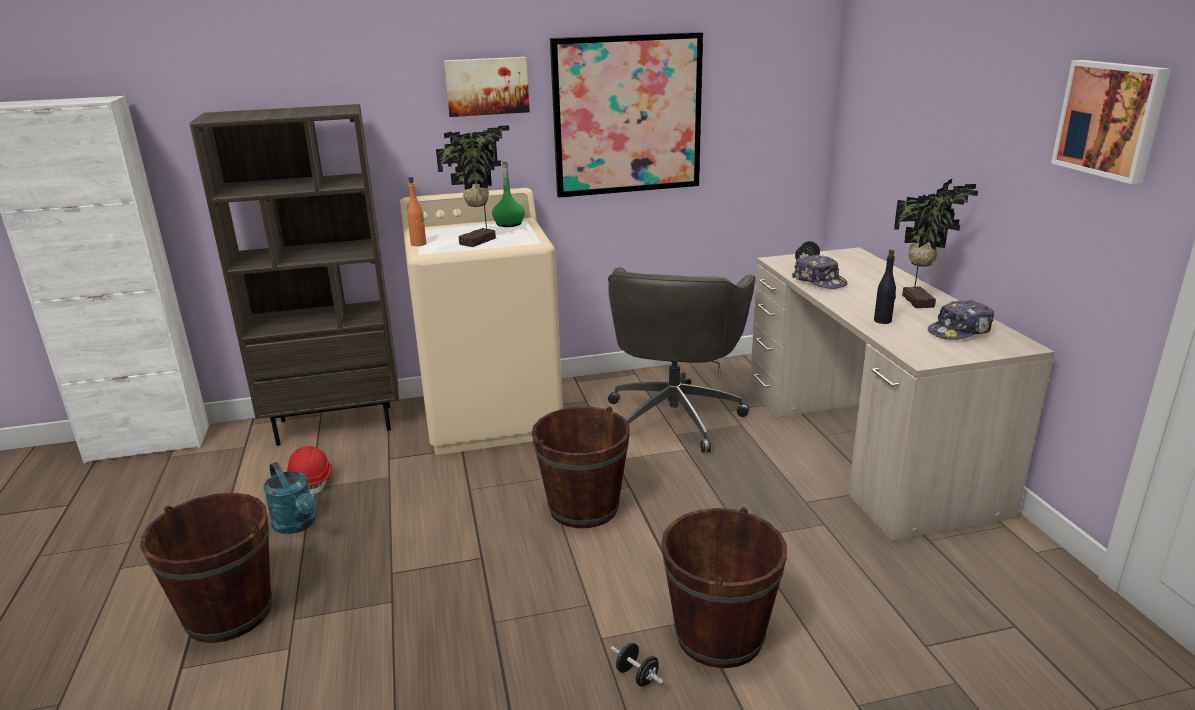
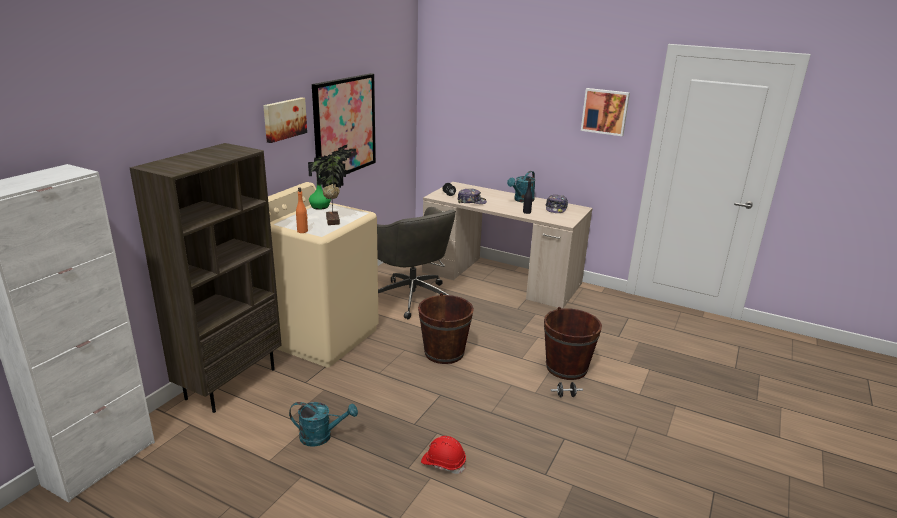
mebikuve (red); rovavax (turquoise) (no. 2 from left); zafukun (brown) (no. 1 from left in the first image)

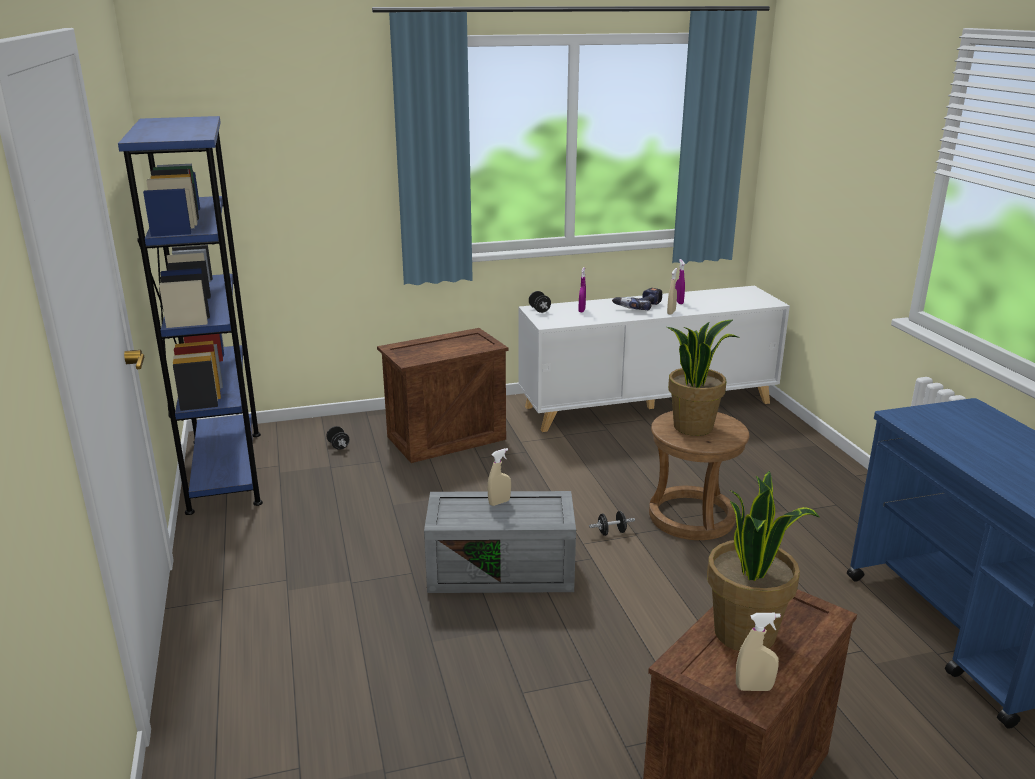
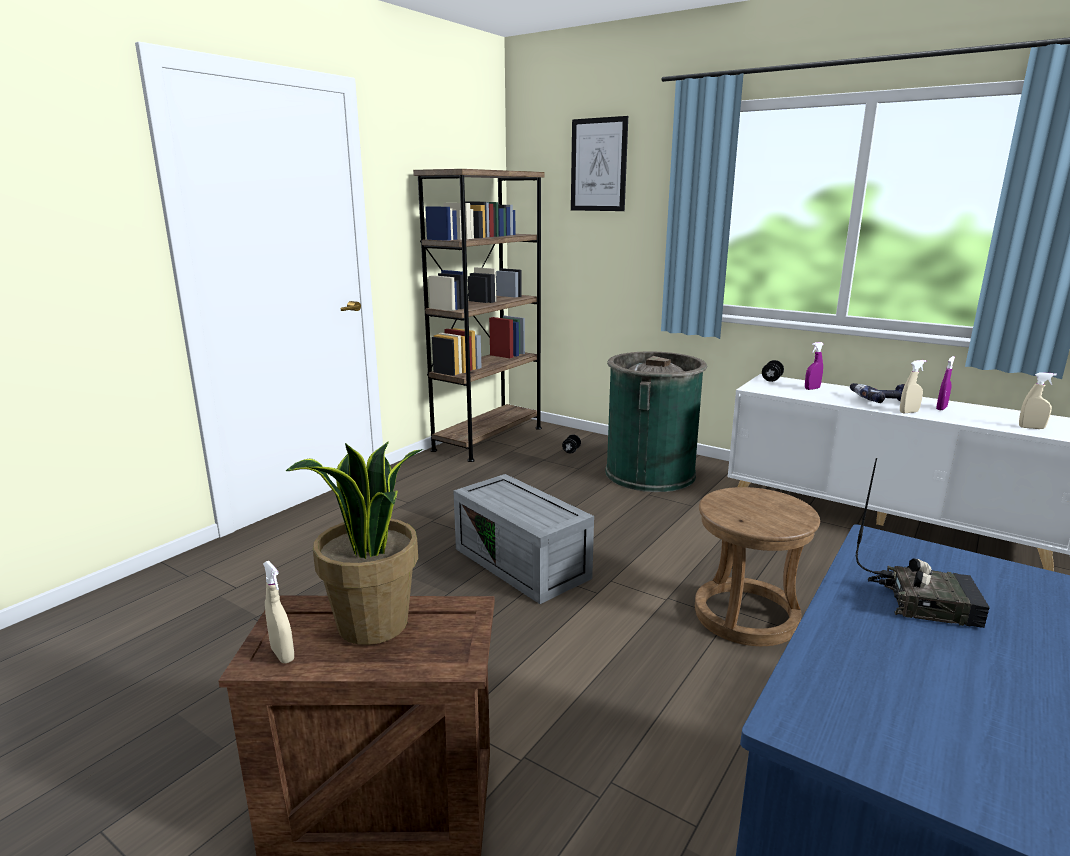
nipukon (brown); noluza; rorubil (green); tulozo; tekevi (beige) (no. 3 from left); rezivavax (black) (no. 3 from left in the first image); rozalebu (no. 1 from left in the first image)

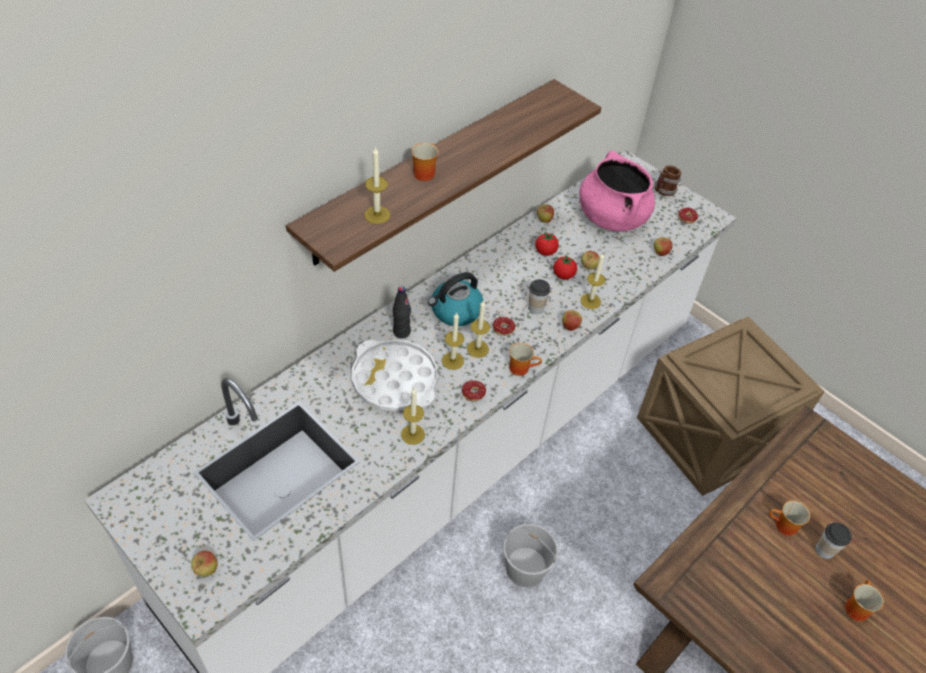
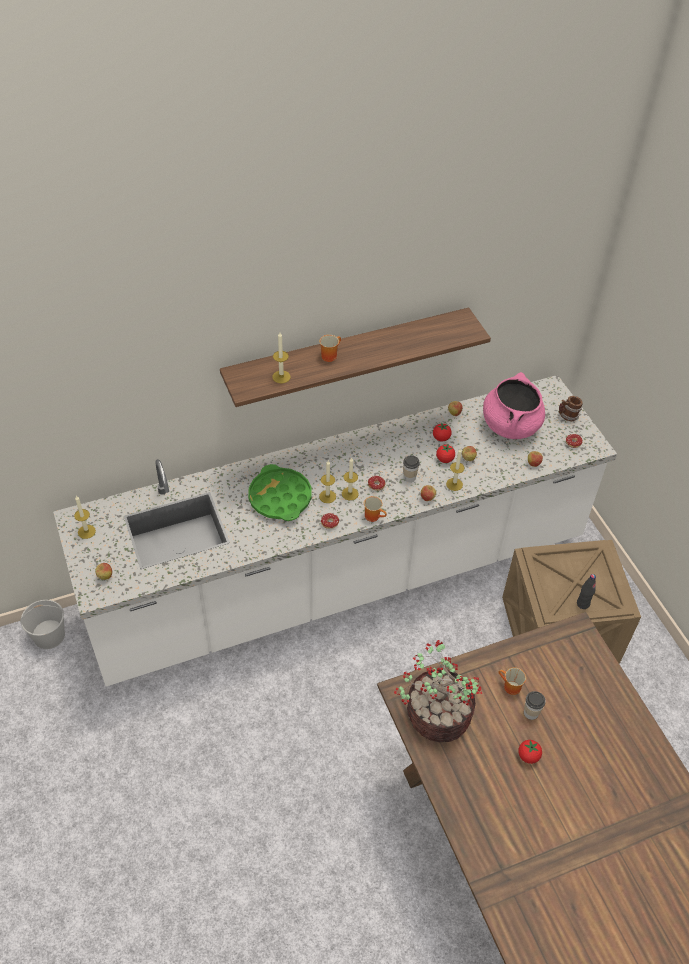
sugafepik (no. 1 from left); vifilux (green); rozalebu; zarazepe (no. 3 from left); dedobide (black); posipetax; zafukun (white) (no. 2 from left in the first image)

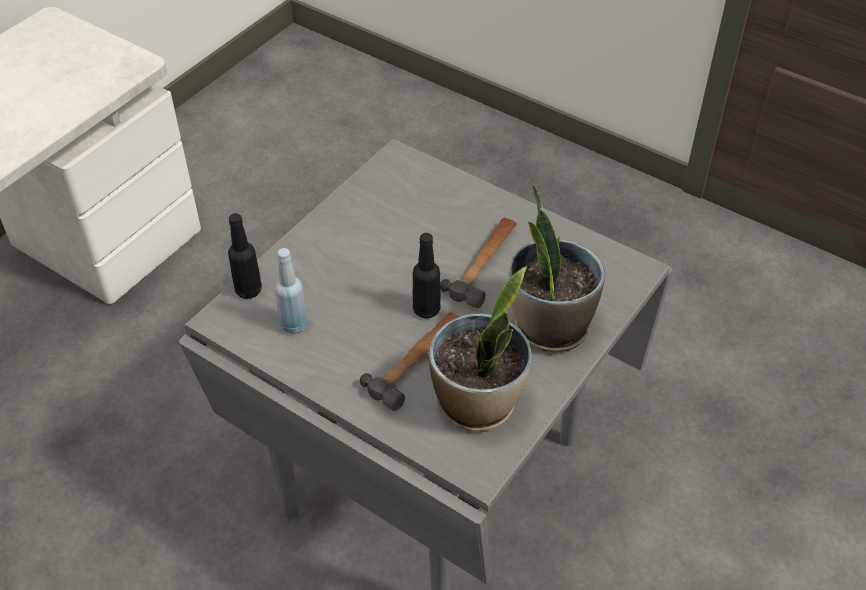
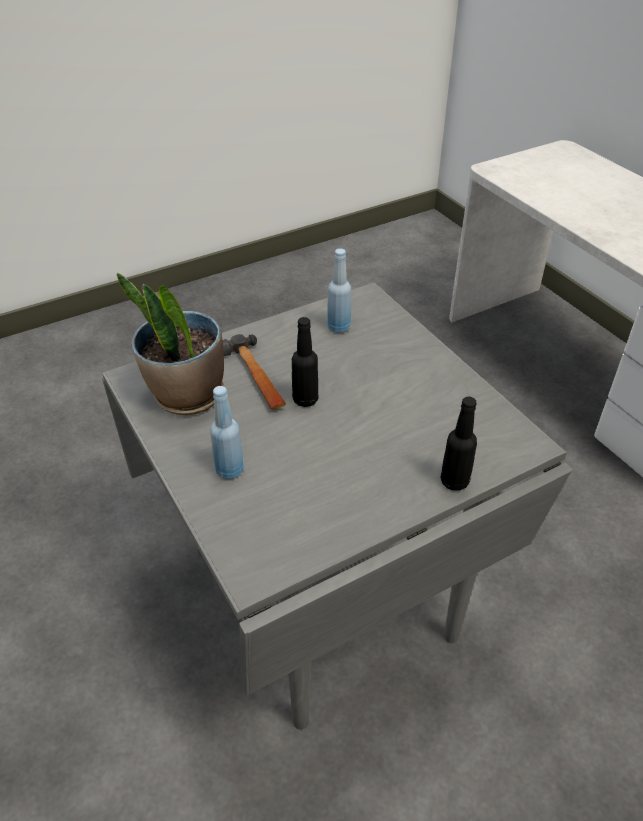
dedobide (blue) (no. 1 from left); dedobide (black) (no. 2 from left); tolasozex (no. 2 from left in the first image)

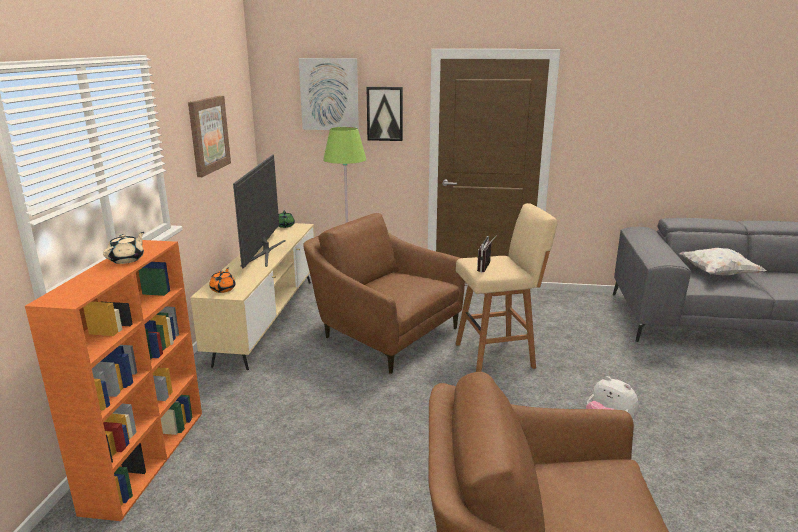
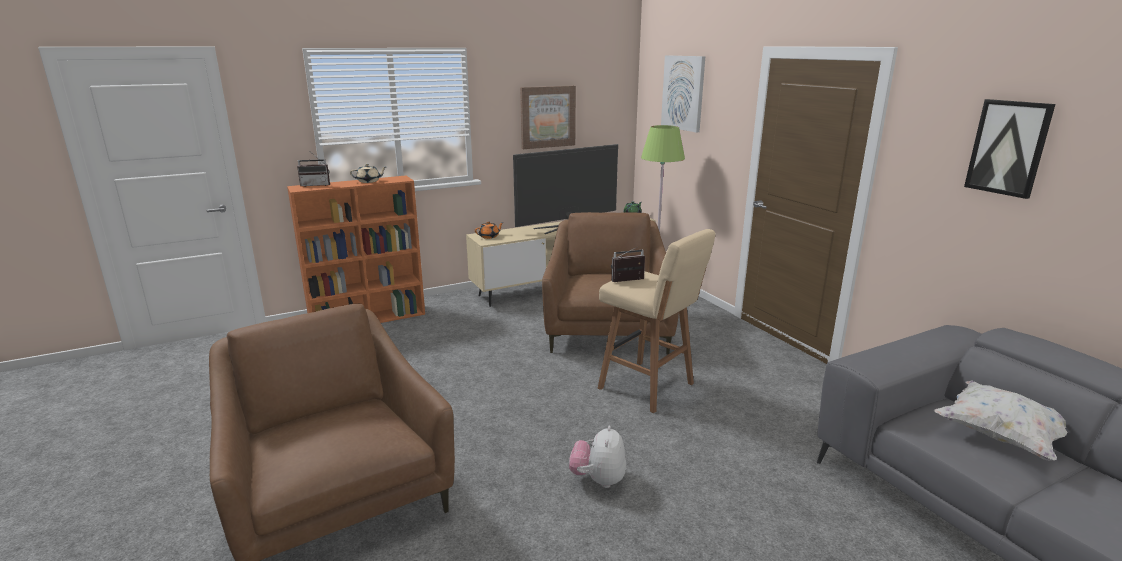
tulozo (no. 1 from left); noluza (no. 3 from left)

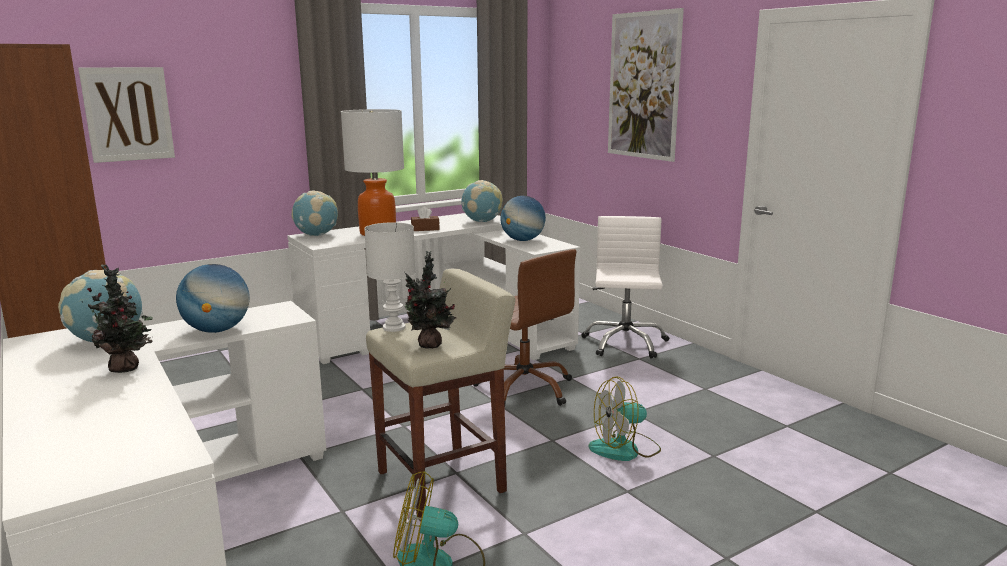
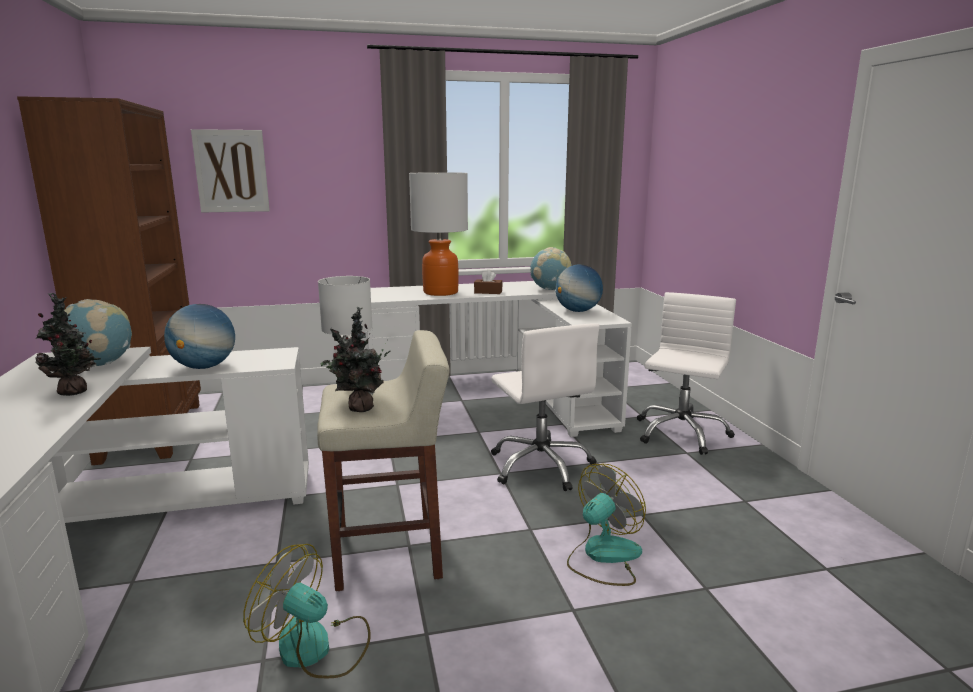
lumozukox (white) (no. 1 from left); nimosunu (no. 2 from left); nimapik (no. 3 from left in the first image); noluza (no. 2 from left in the first image)

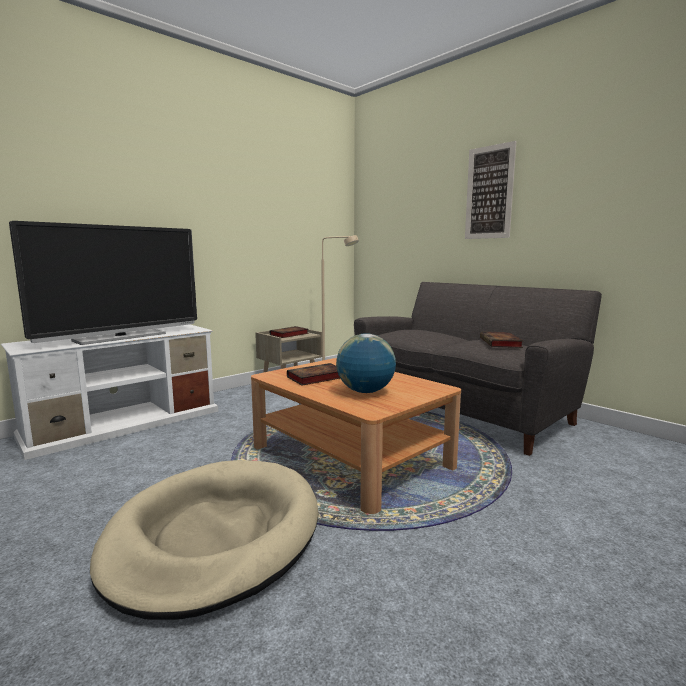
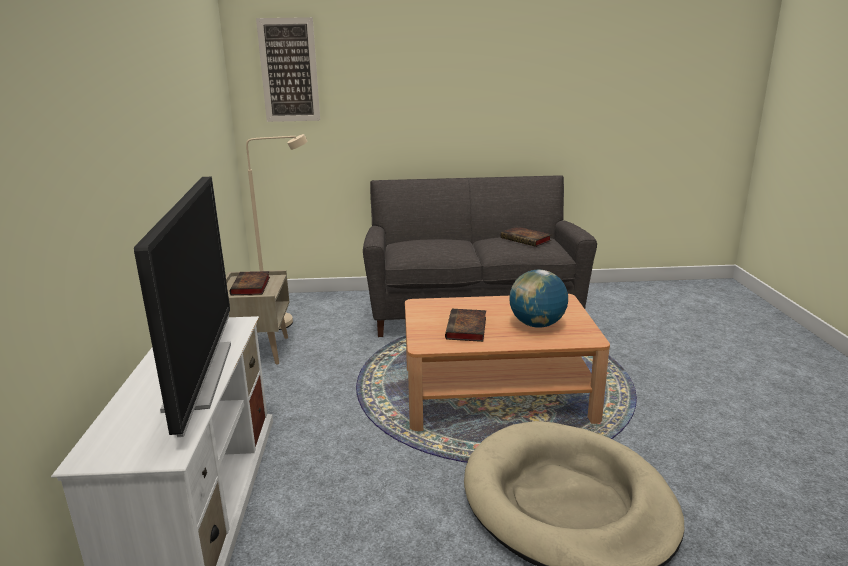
noluza

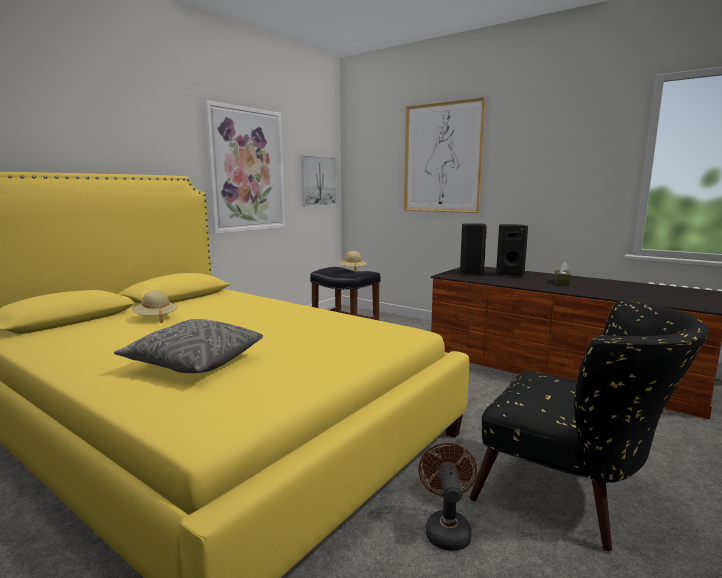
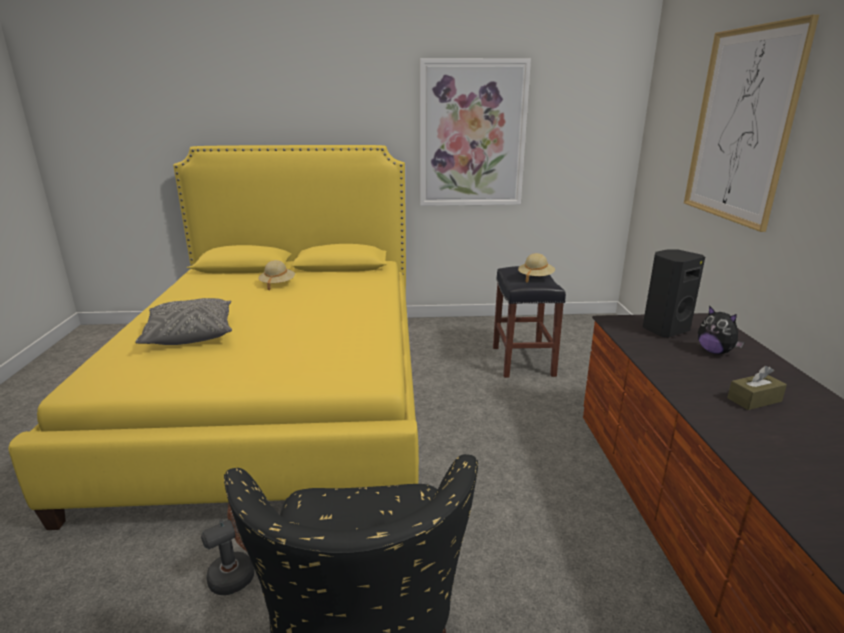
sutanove; noluza (no. 2 from left in the first image)

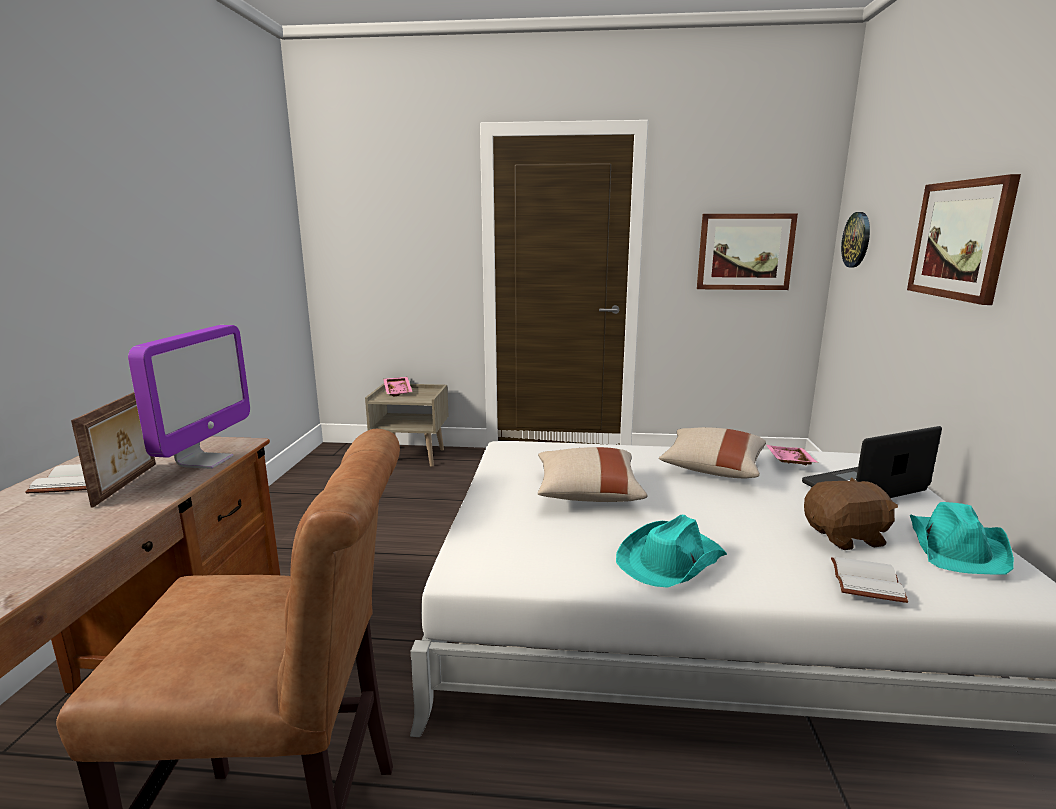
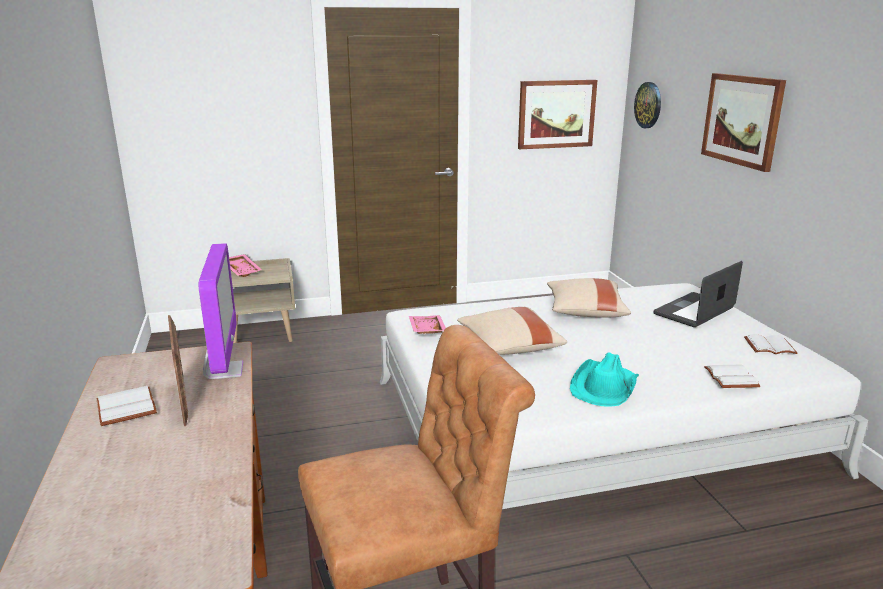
vifilux (pink) (no. 2 from left); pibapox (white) (no. 3 from left); sutanove (brown)

